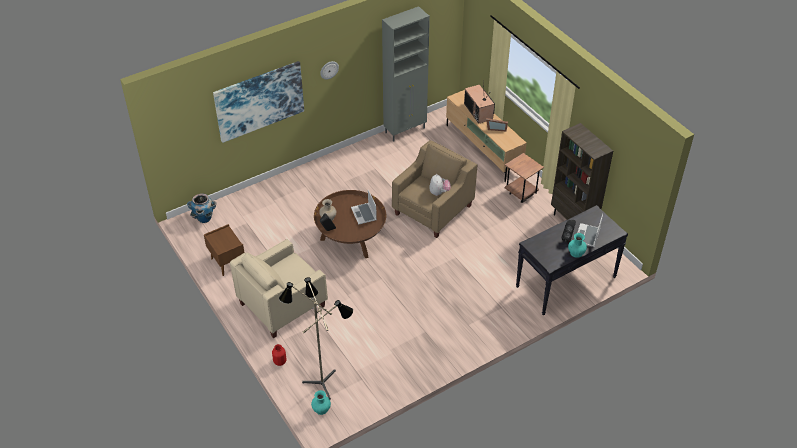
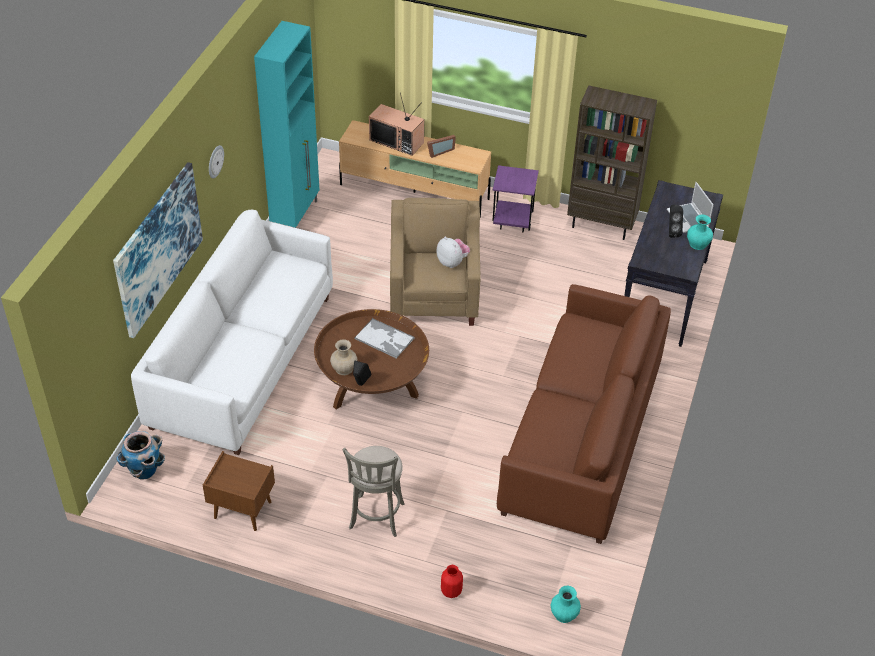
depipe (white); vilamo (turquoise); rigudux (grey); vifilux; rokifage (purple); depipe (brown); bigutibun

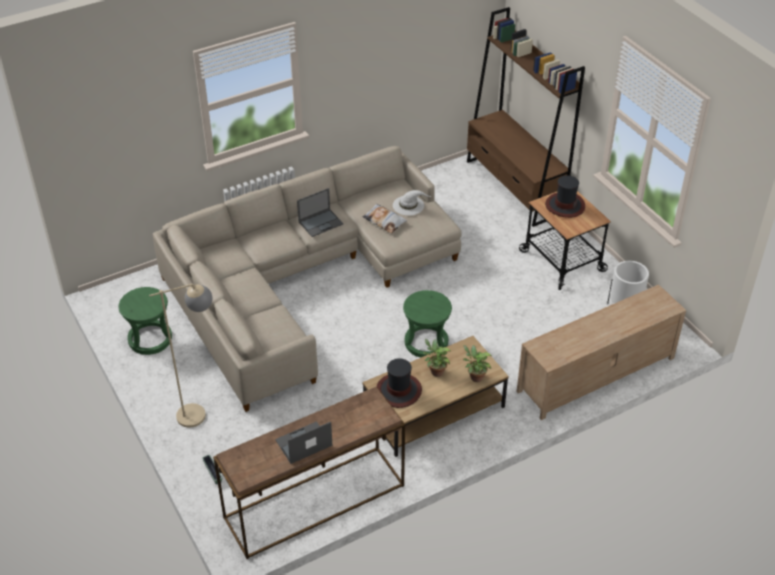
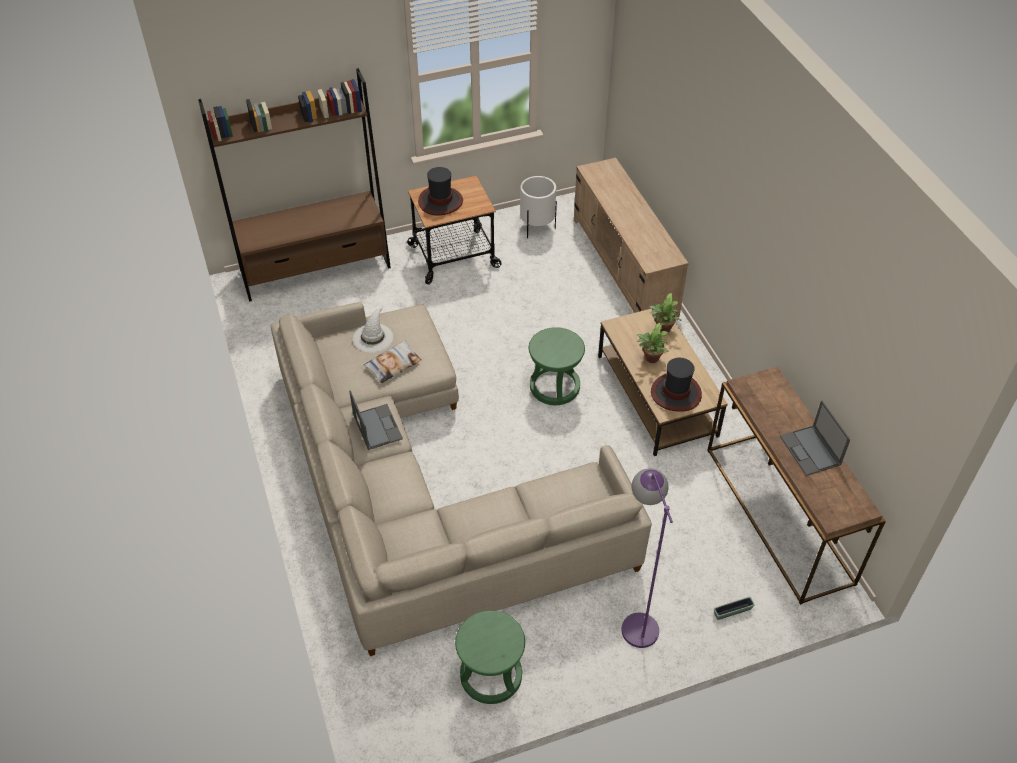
bigutibun (purple)

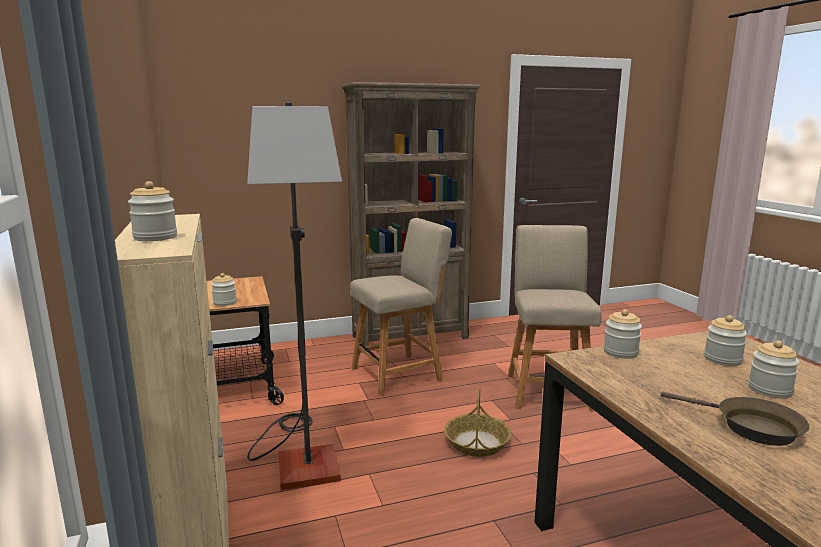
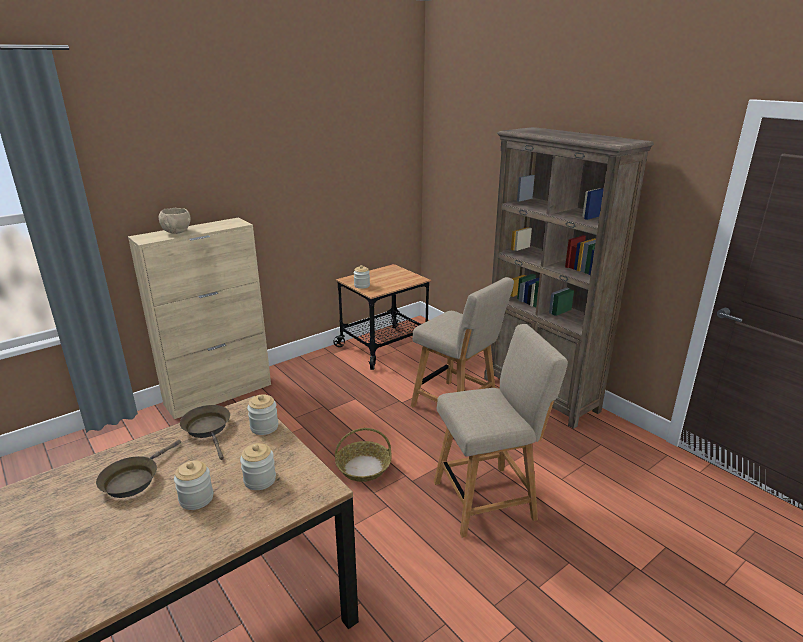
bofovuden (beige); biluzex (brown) (no. 2 from left); bigutibun

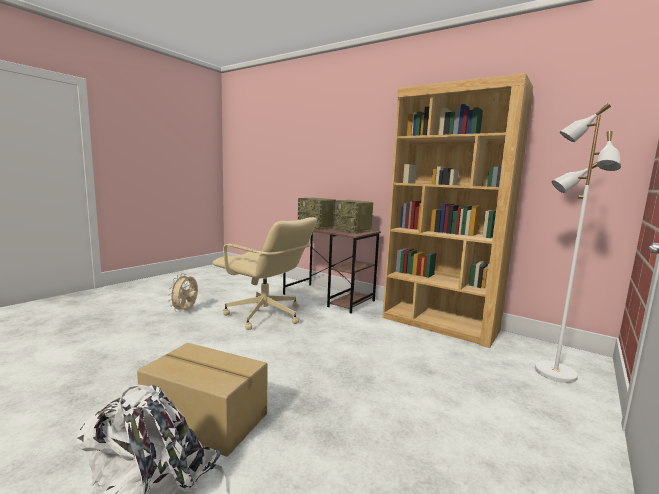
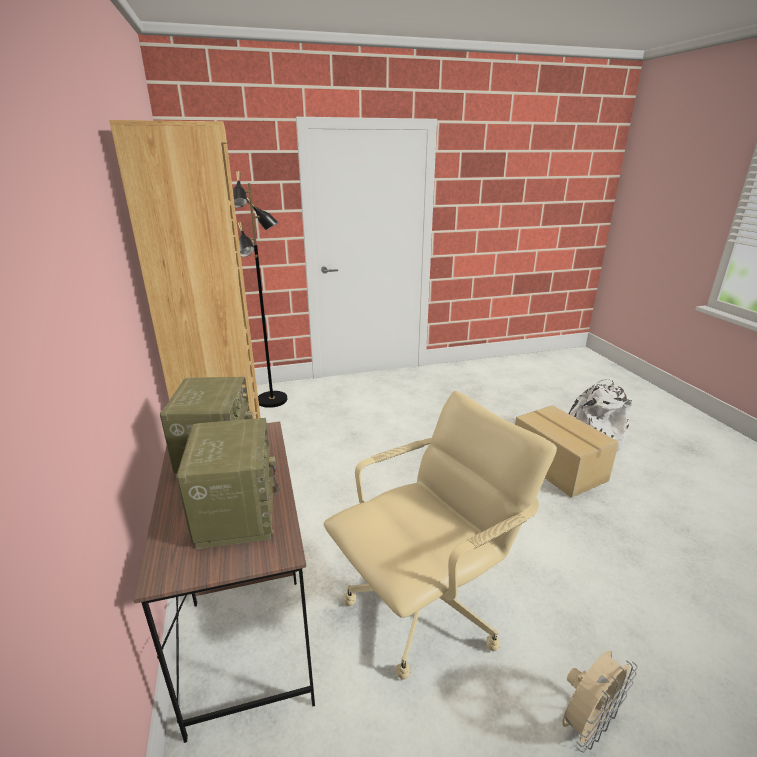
bigutibun (black); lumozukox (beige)

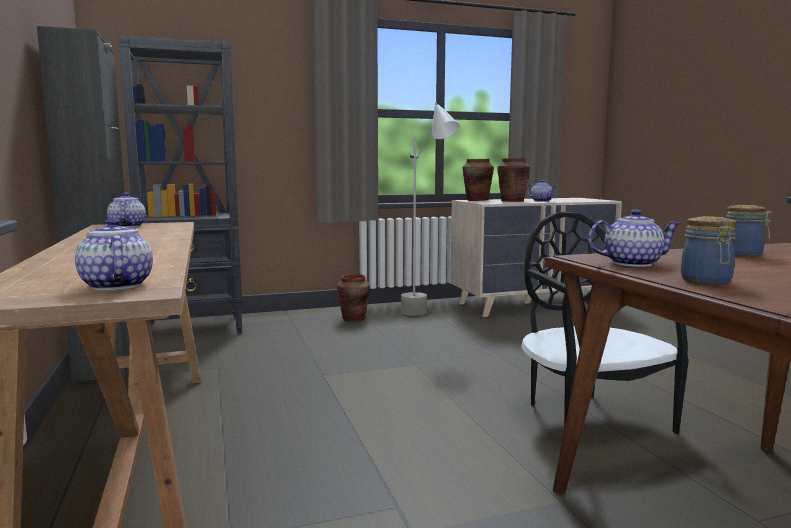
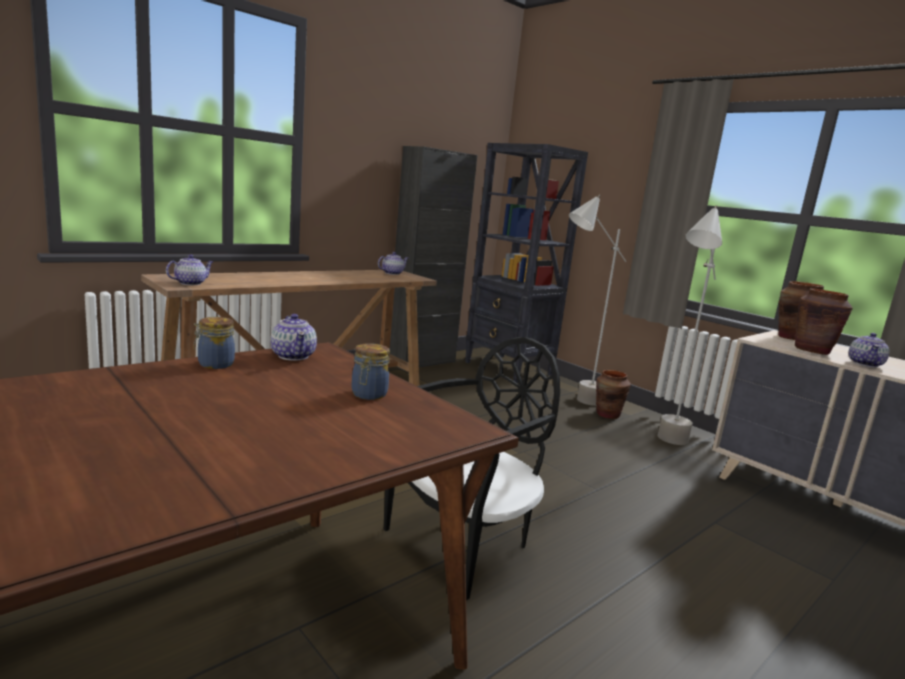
bigutibun (grey) (no. 1 from left)

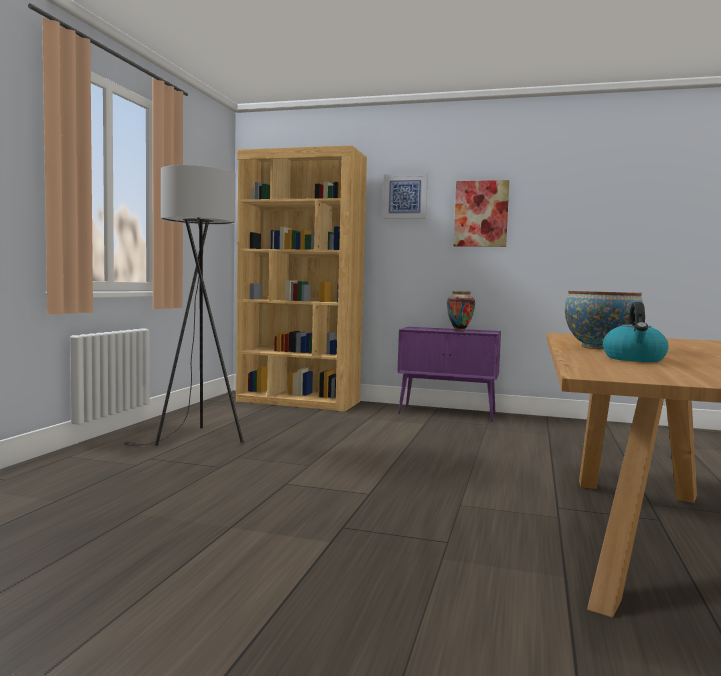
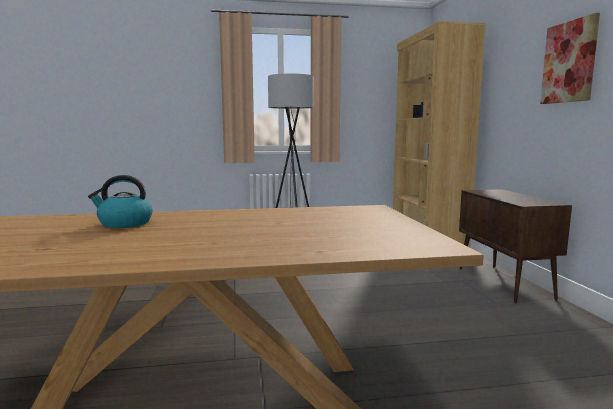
vilamo (brown); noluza (no. 1 from left in the first image); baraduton; bofovuden

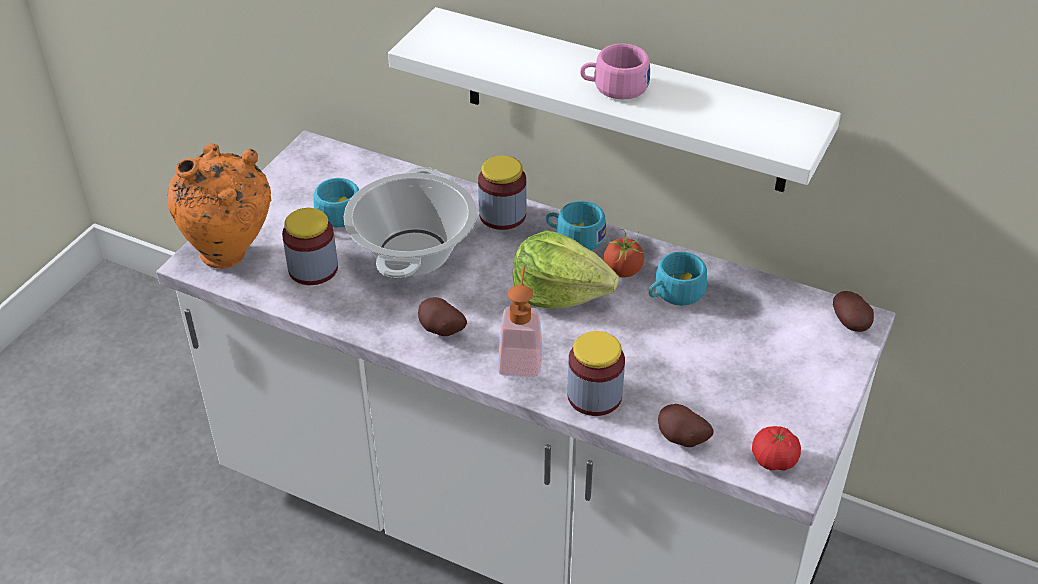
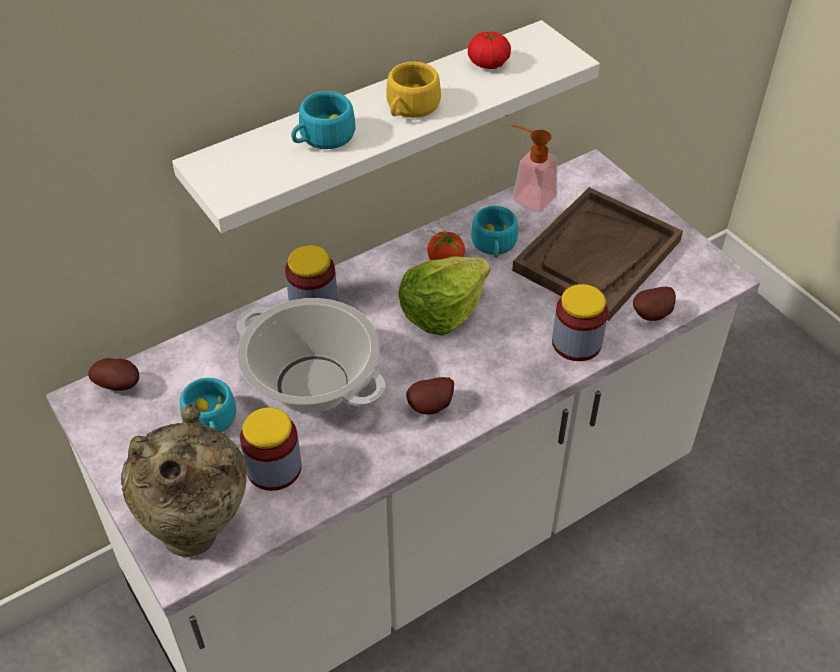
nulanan (no. 1 from left); baraduton (beige); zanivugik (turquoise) (no. 2 from left); zanivugik (yellow); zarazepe (no. 2 from left); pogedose; vifilux (brown)

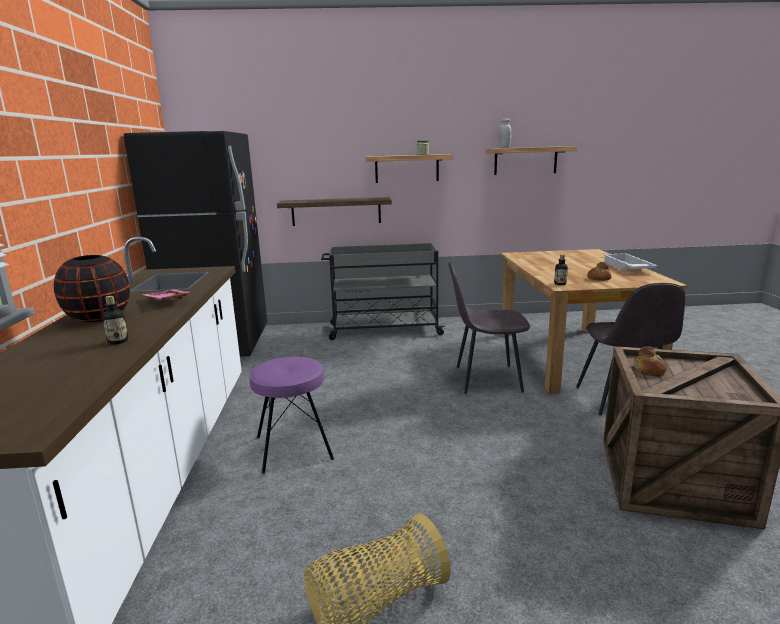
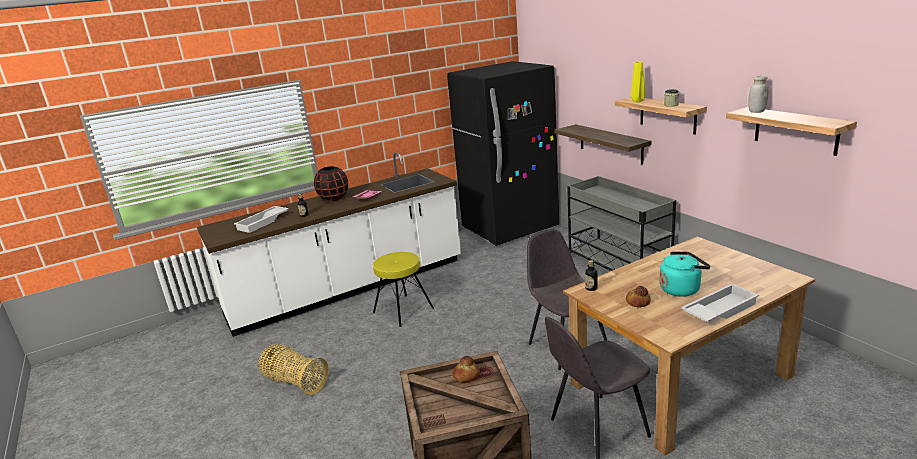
vifilux (white) (no. 1 from left); rigudux (yellow); baraduton (yellow); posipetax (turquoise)

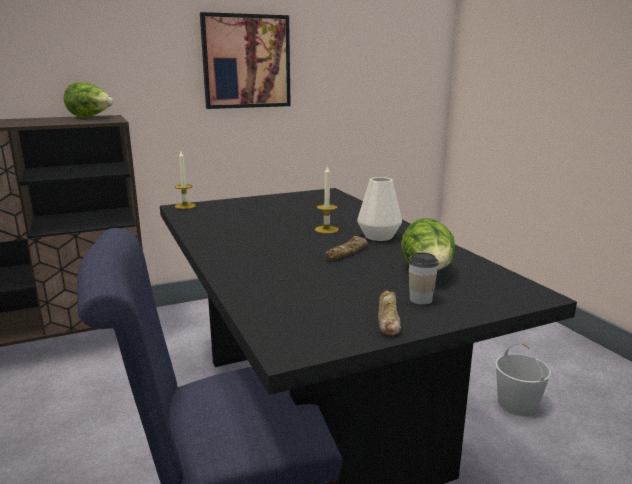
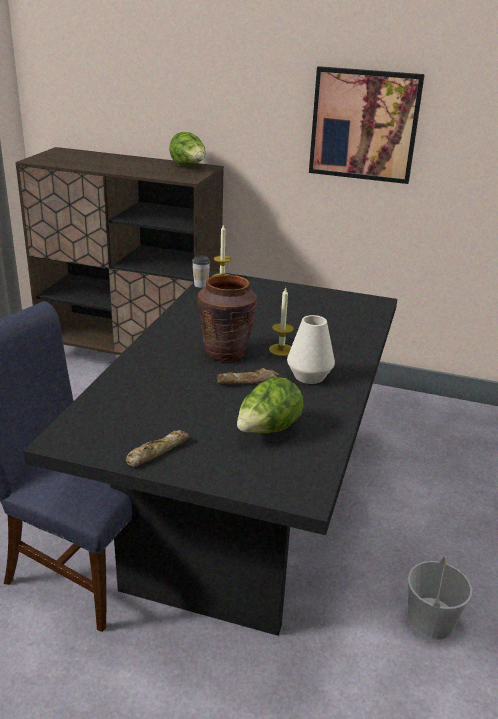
zanivugik; baraduton (brown)

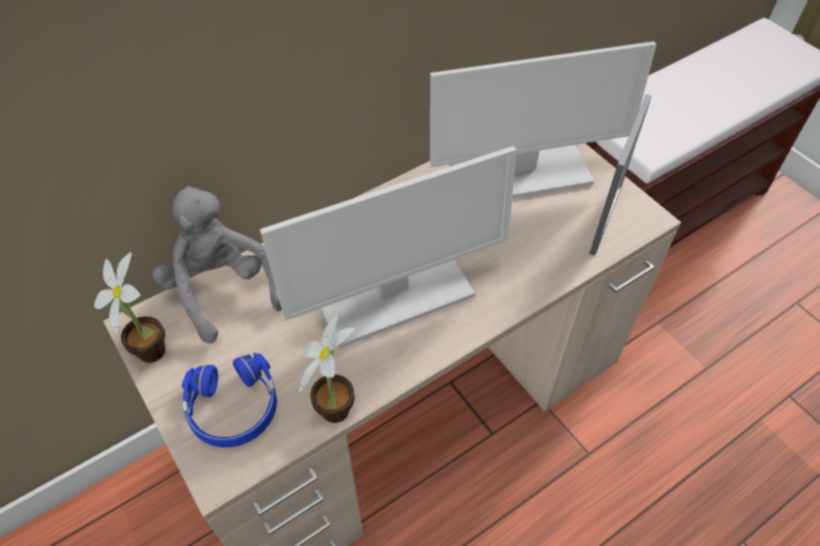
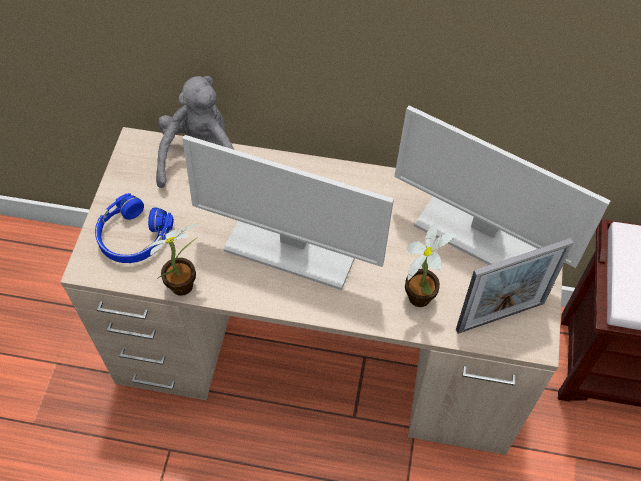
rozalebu (no. 2 from left)

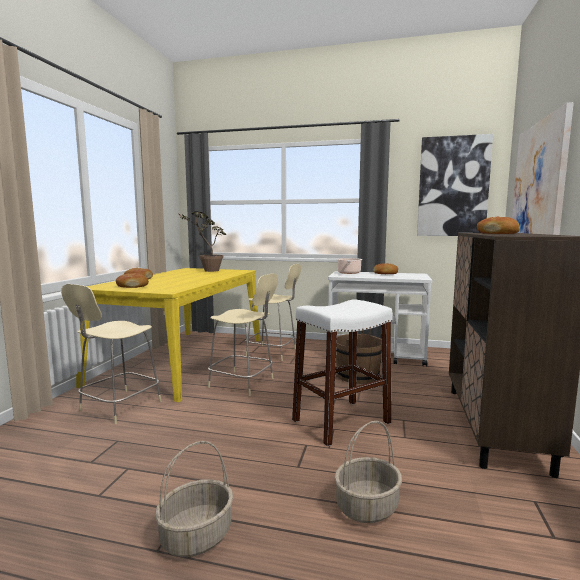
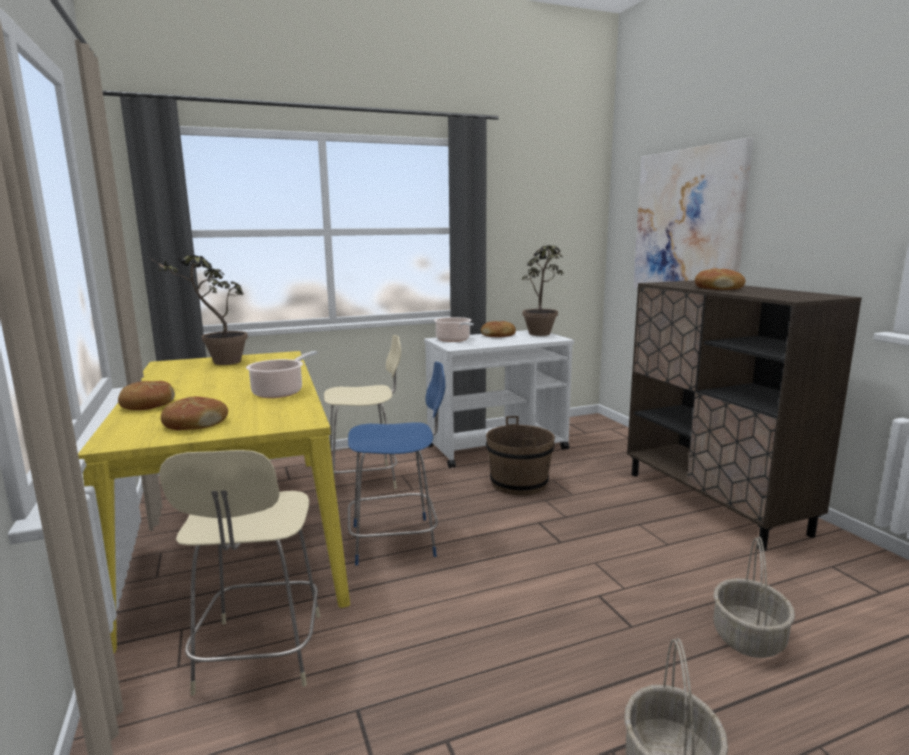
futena (no. 1 from left); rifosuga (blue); rozalebu (no. 2 from left); rigudux (white); noluza (no. 1 from left in the first image)

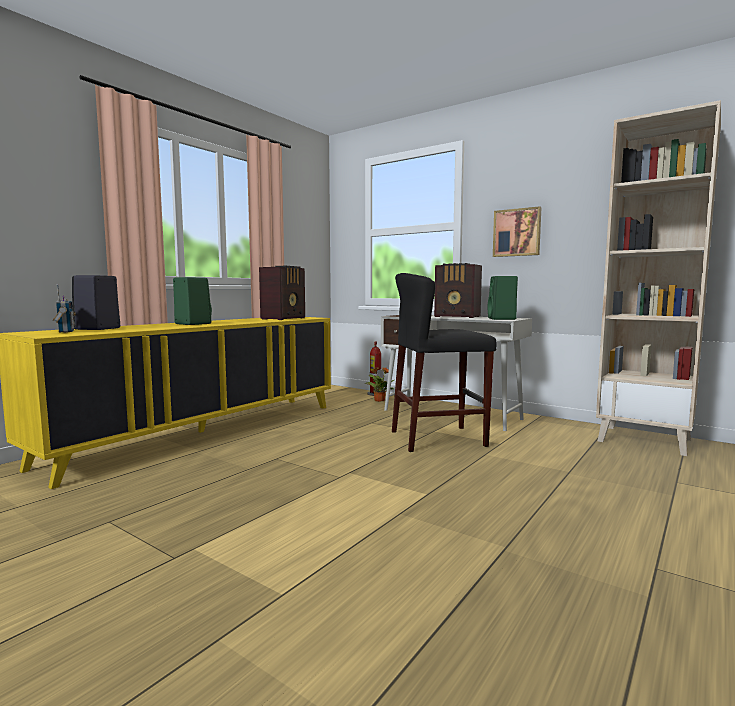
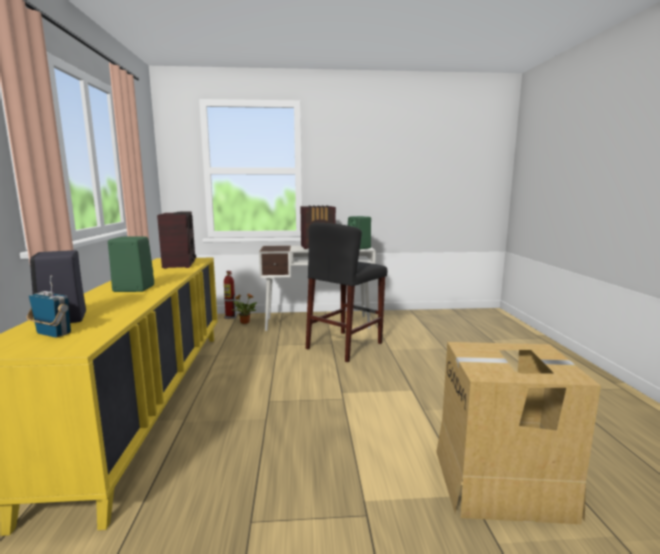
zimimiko; noluza; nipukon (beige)

